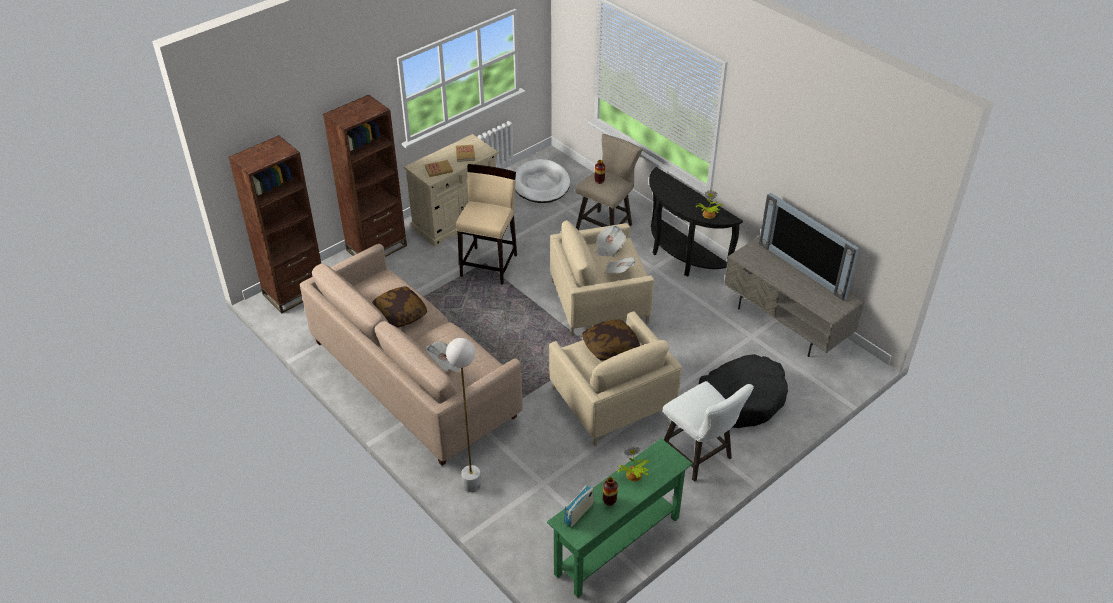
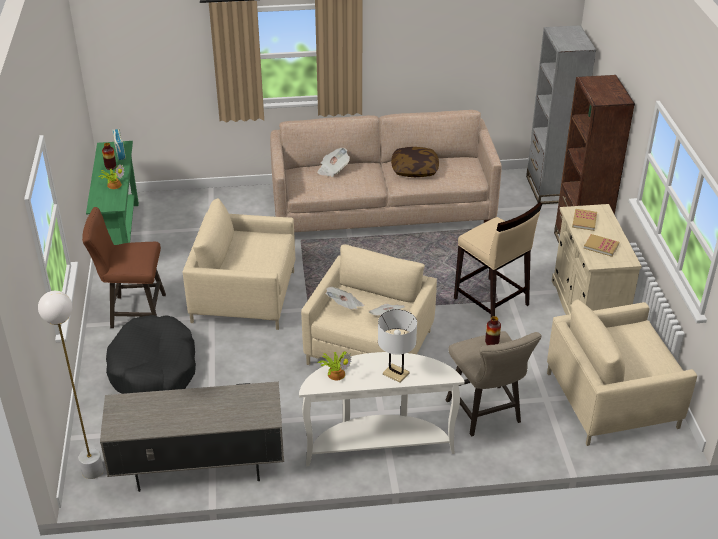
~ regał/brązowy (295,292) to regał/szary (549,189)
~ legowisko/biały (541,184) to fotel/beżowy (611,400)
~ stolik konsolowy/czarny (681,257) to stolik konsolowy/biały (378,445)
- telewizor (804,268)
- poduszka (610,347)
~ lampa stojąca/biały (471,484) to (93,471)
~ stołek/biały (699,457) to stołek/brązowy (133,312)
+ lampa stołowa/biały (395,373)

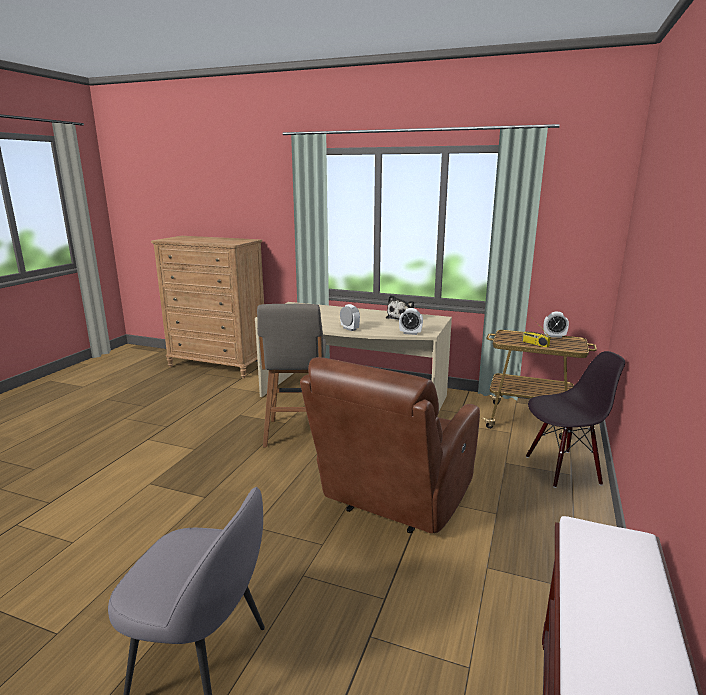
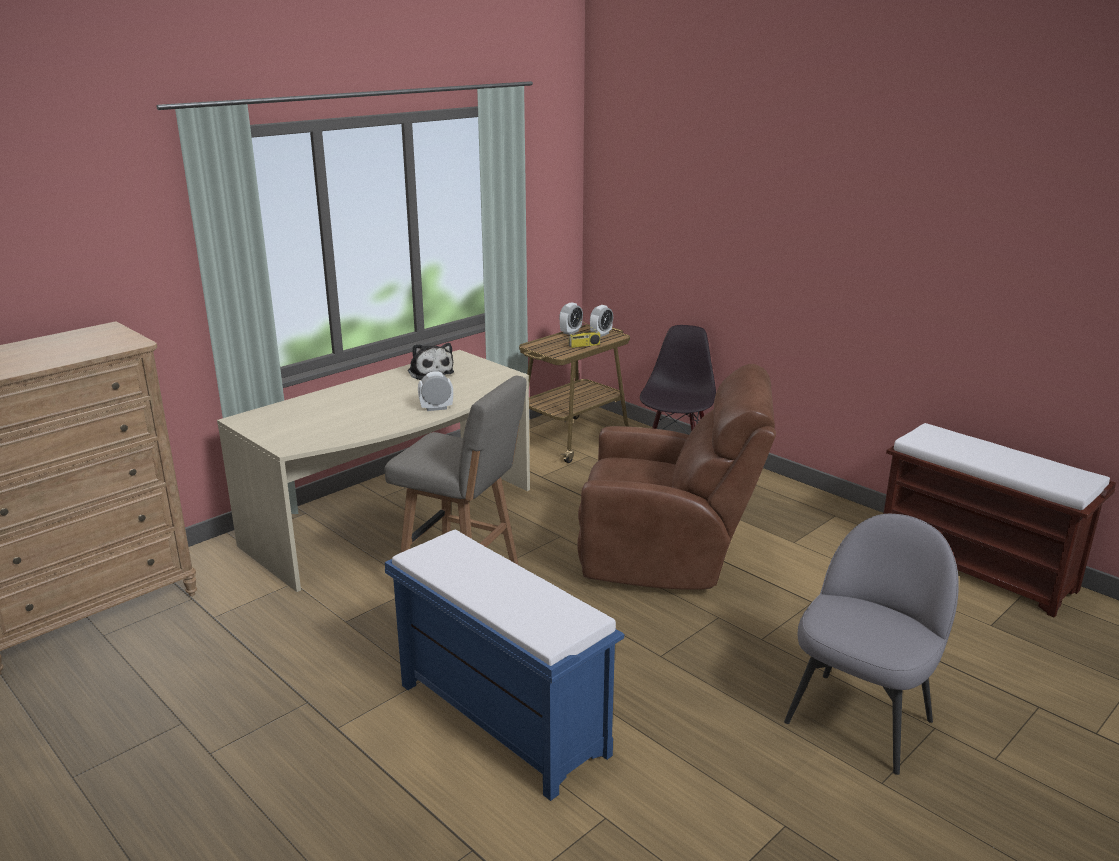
~ budzik (410,333) to (601,334)
~ fotel/brązowy (393,501) = (668,557) 45 degrees counterclockwise
+ ławka/niebieski (499,718)

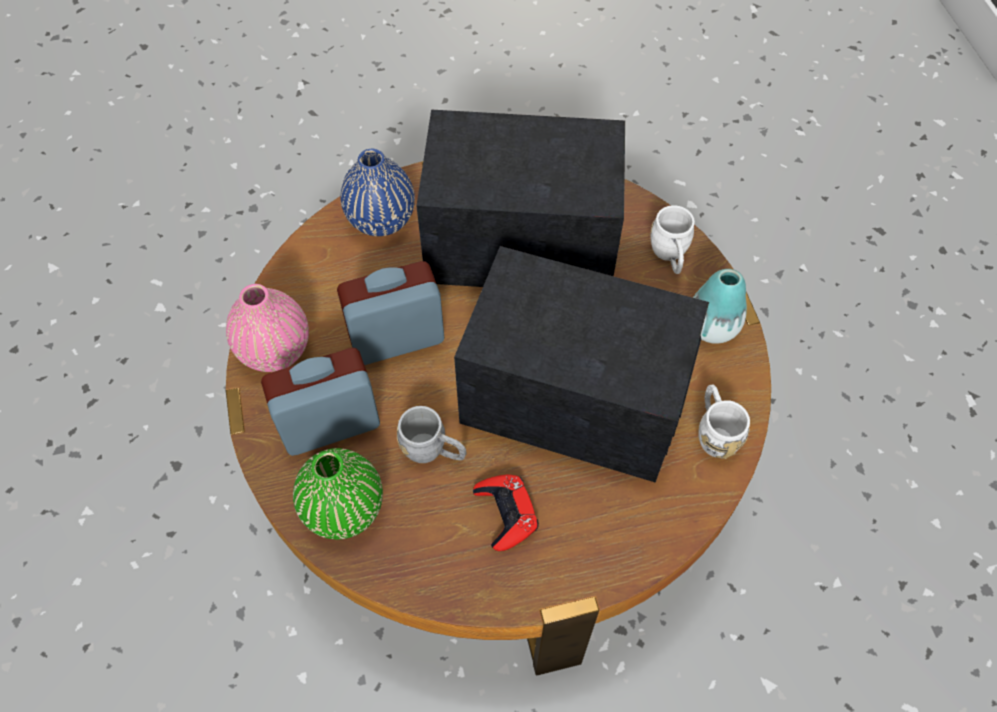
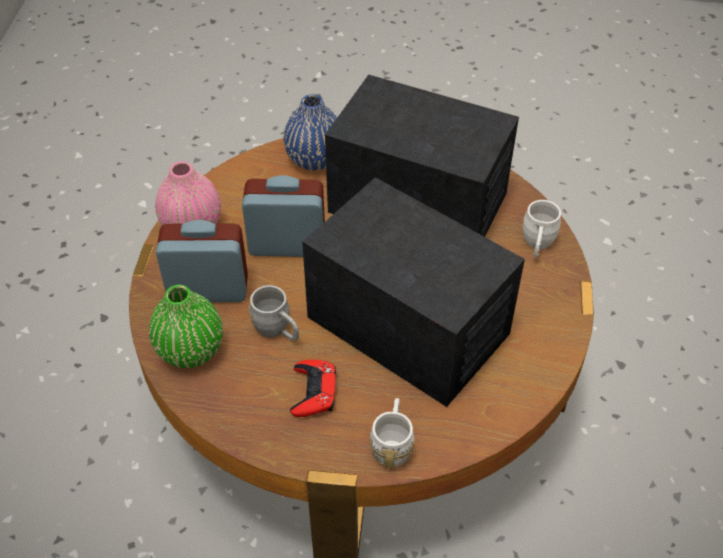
- wazon (711,327)
~ kubek/biały (714,432) to (392,444)

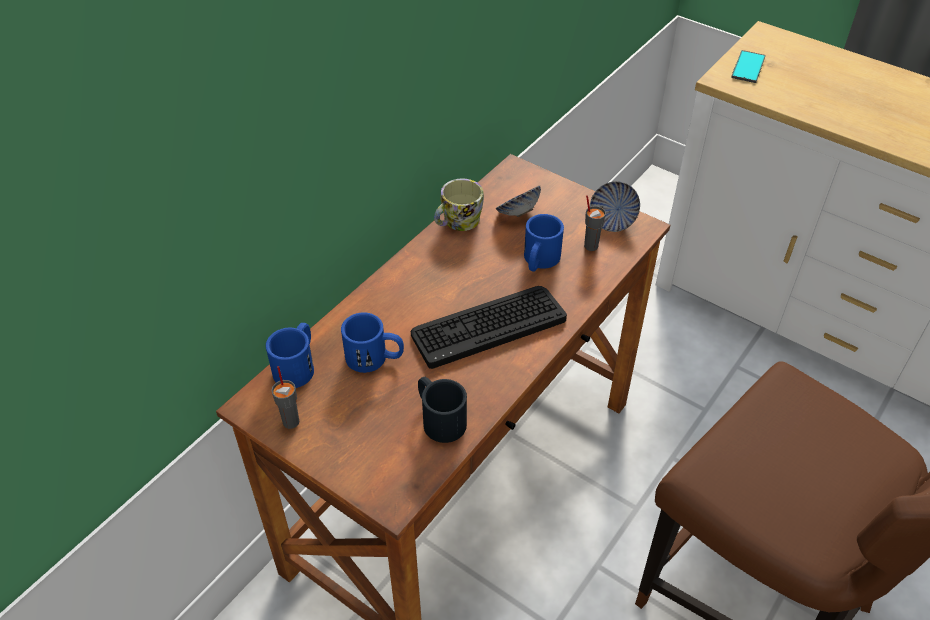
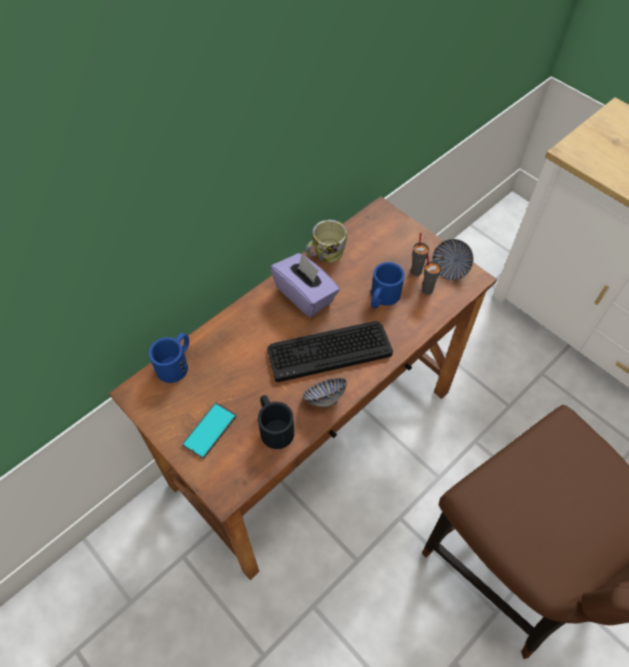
~ telefon (748,67) to (209,430)
~ miska (517,213) to (324,398)
- kubek/niebieski (375,358)
~ filiżanka/szary (291,421) to (416,271)
+ pudełko chusteczek/fioletowy (305,295)

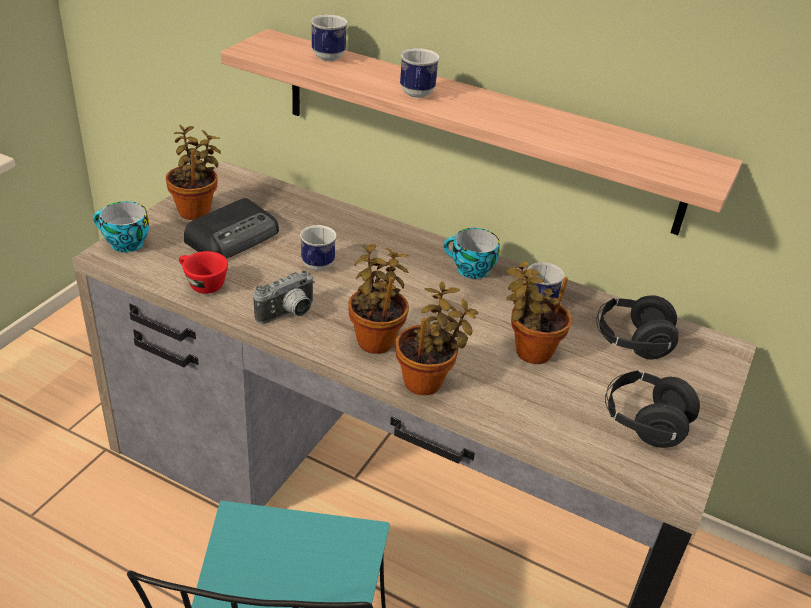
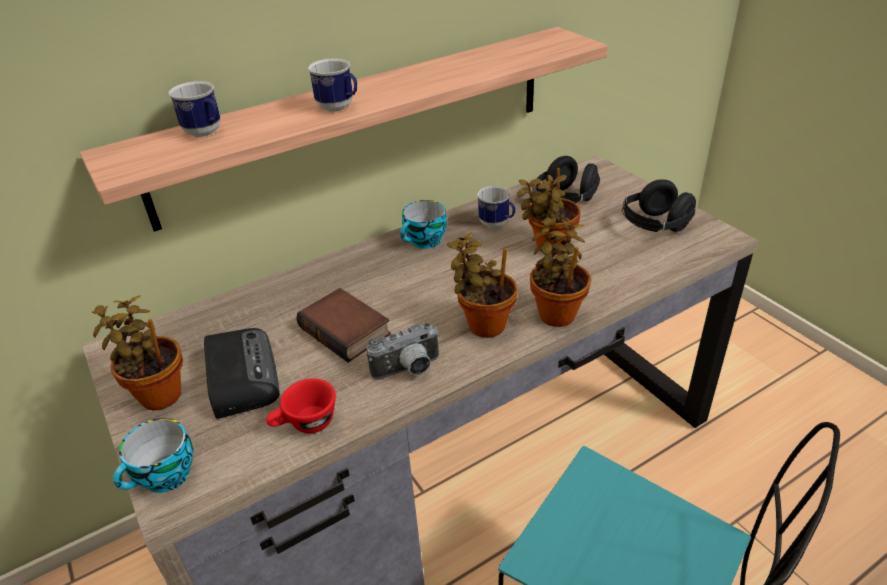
~ kubek (316,268) to książka (347,330)
~ aparat fotograficzny (289,315) = (408,371) 75 degrees clockwise

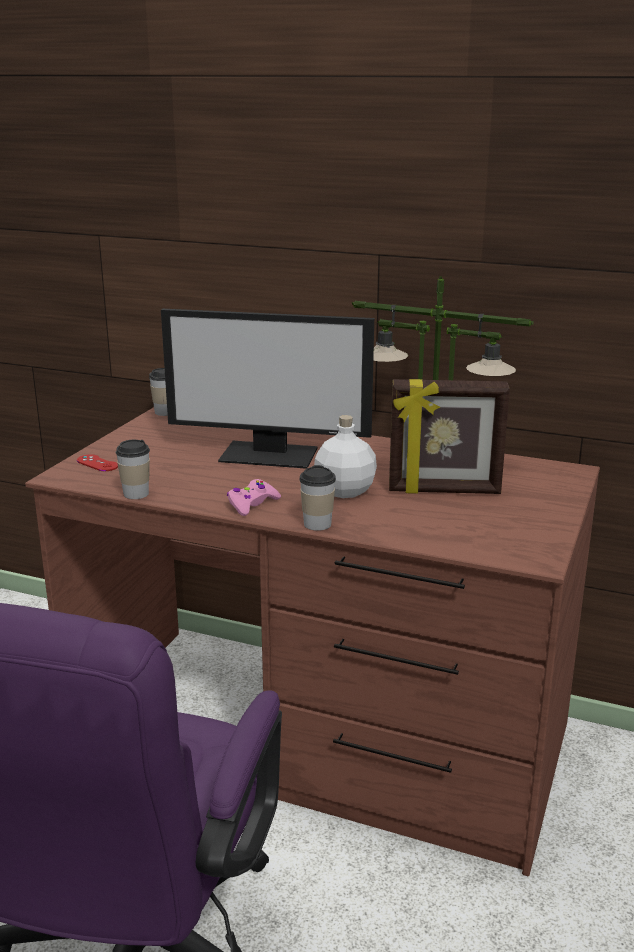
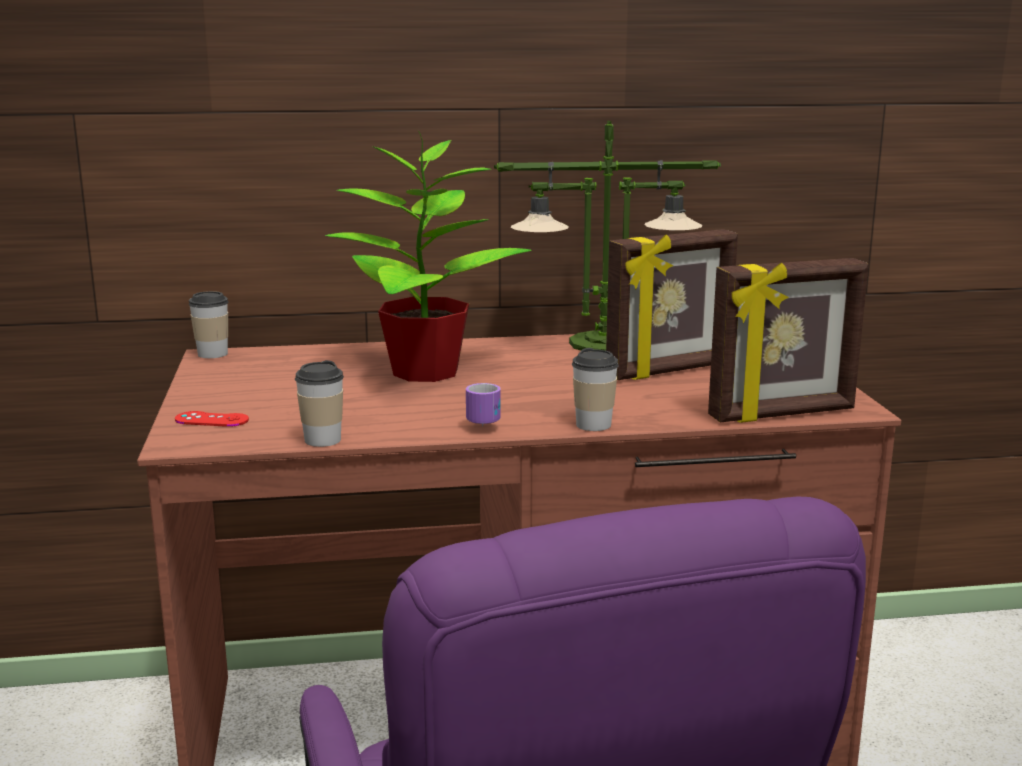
~ monitor (270,454) to roślina doniczkowa (423,372)
- butelka/biały (345,491)
~ pad do gier/różowy (252,504) to kubek (486,421)
+ ramka na zdjęcie (782,414)

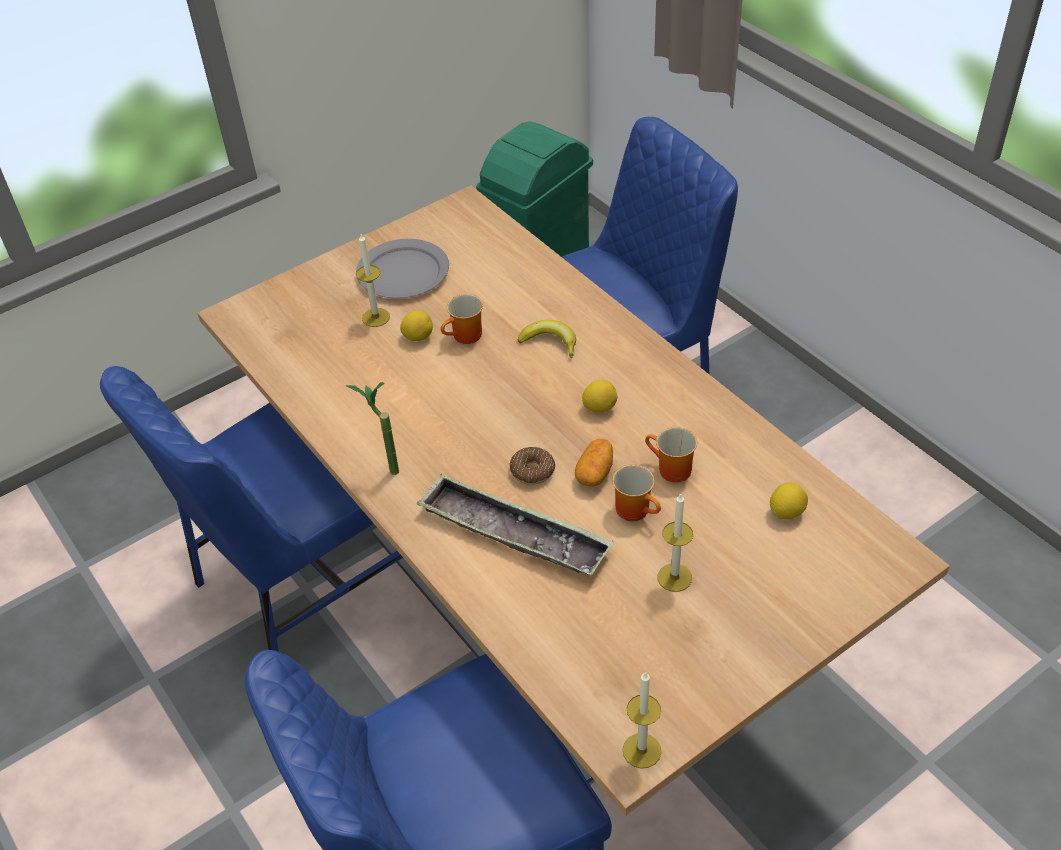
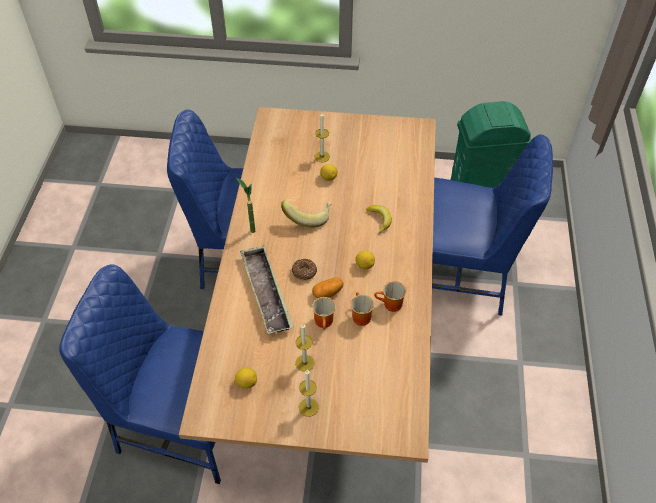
- talerz/szary (403,273)
~ kubek (466,337) to (390,305)
~ cytryna (786,512) to (246,383)
~ świeca (641,750) to (308,407)
+ banan (308,217)

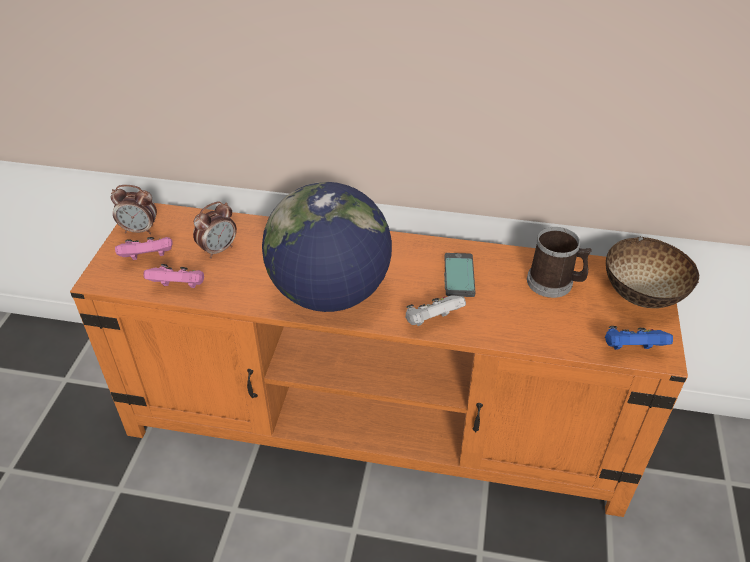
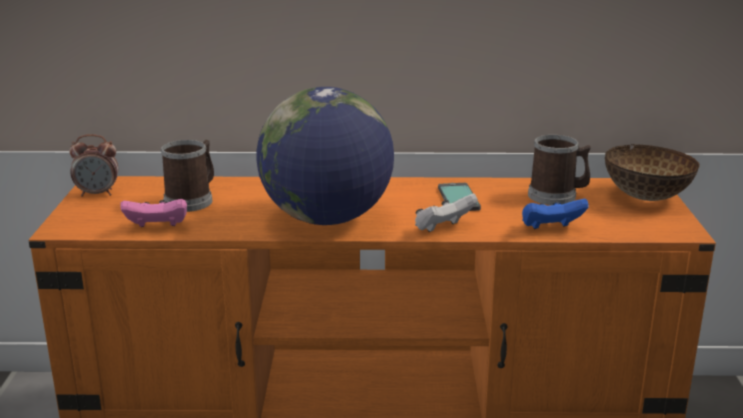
~ budzik (218,249) to kubek (192,200)
- pad do gier/różowy (148,258)
~ pad do gier/niebieski (631,350) to (550,228)

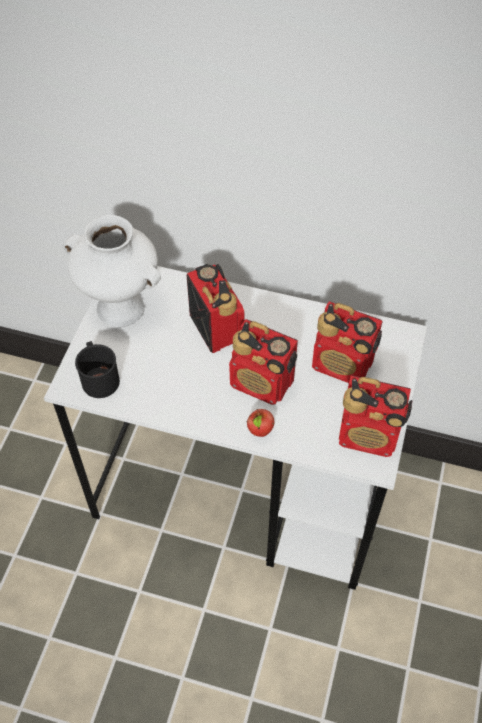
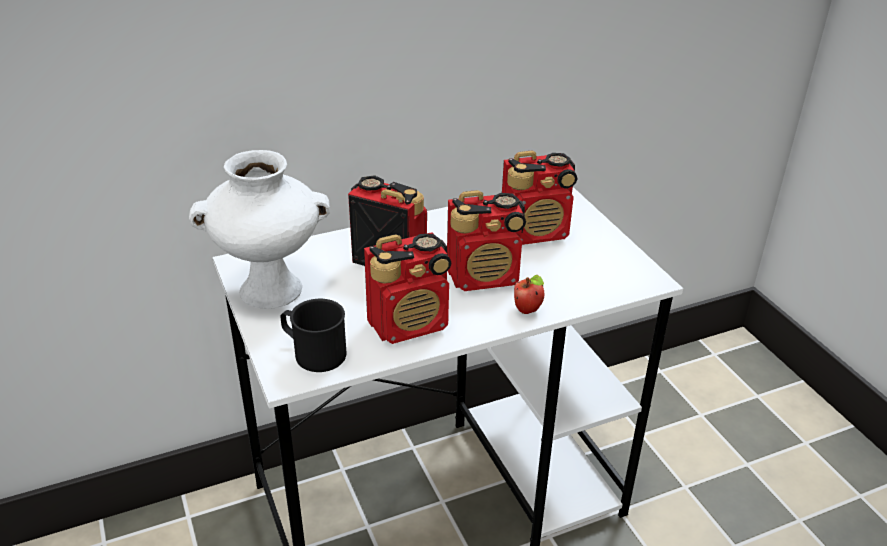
~ radio (369,436) to (409,324)

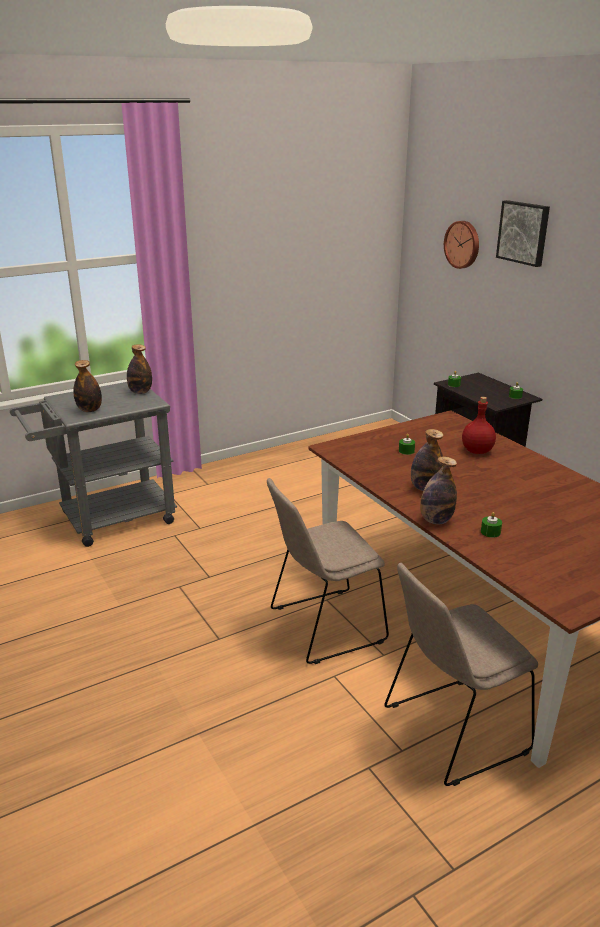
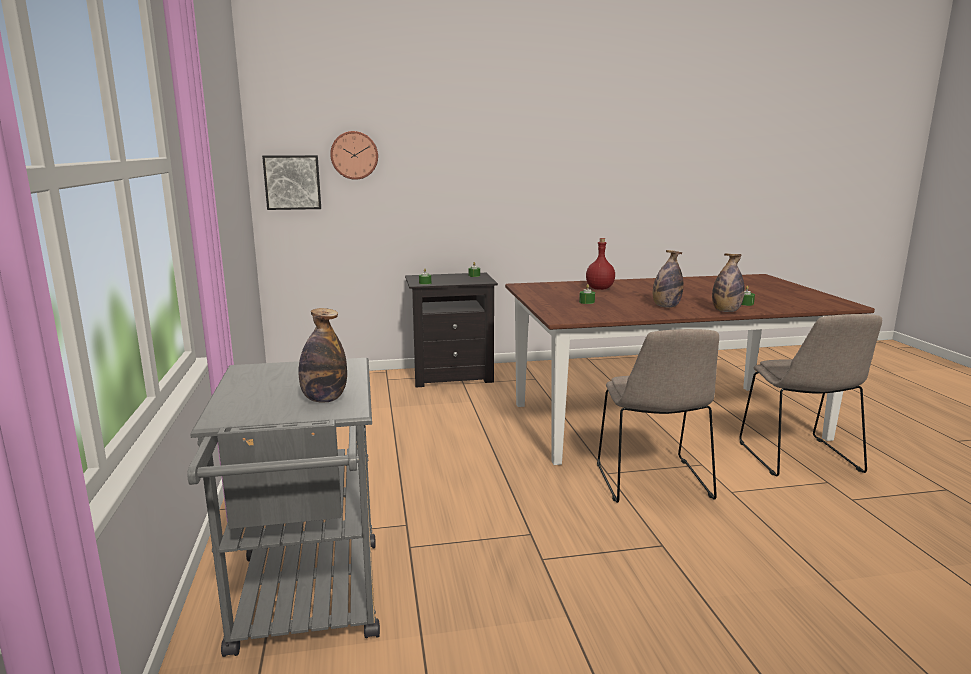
~ obraz (524,232) to (292,182)
- butelka (140,392)

